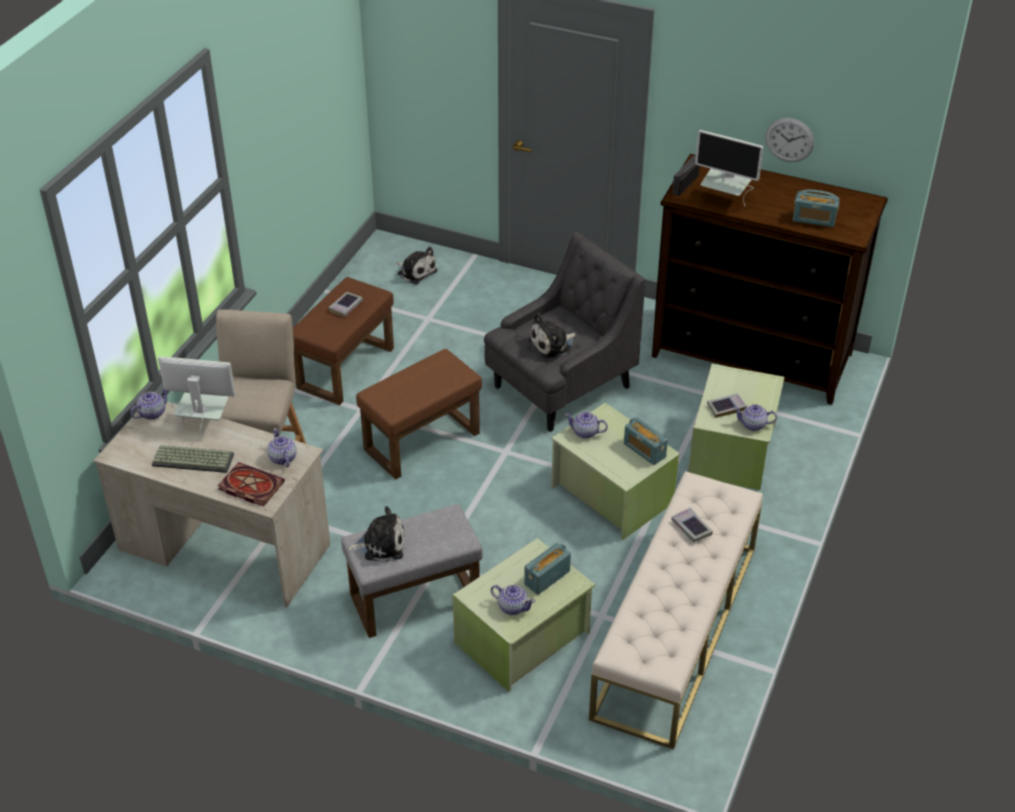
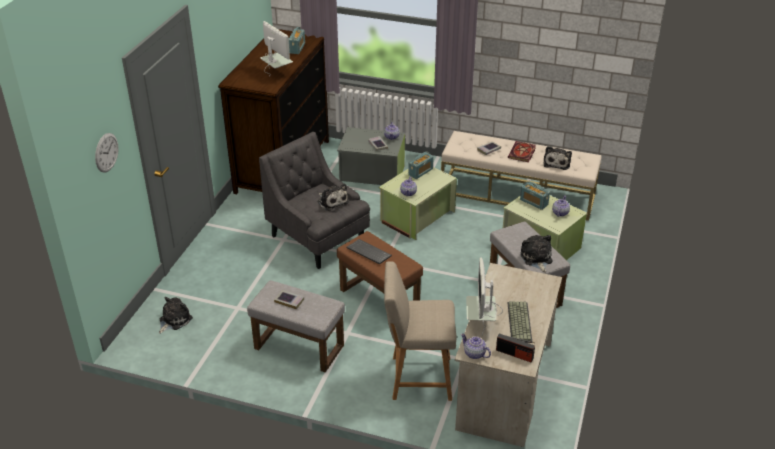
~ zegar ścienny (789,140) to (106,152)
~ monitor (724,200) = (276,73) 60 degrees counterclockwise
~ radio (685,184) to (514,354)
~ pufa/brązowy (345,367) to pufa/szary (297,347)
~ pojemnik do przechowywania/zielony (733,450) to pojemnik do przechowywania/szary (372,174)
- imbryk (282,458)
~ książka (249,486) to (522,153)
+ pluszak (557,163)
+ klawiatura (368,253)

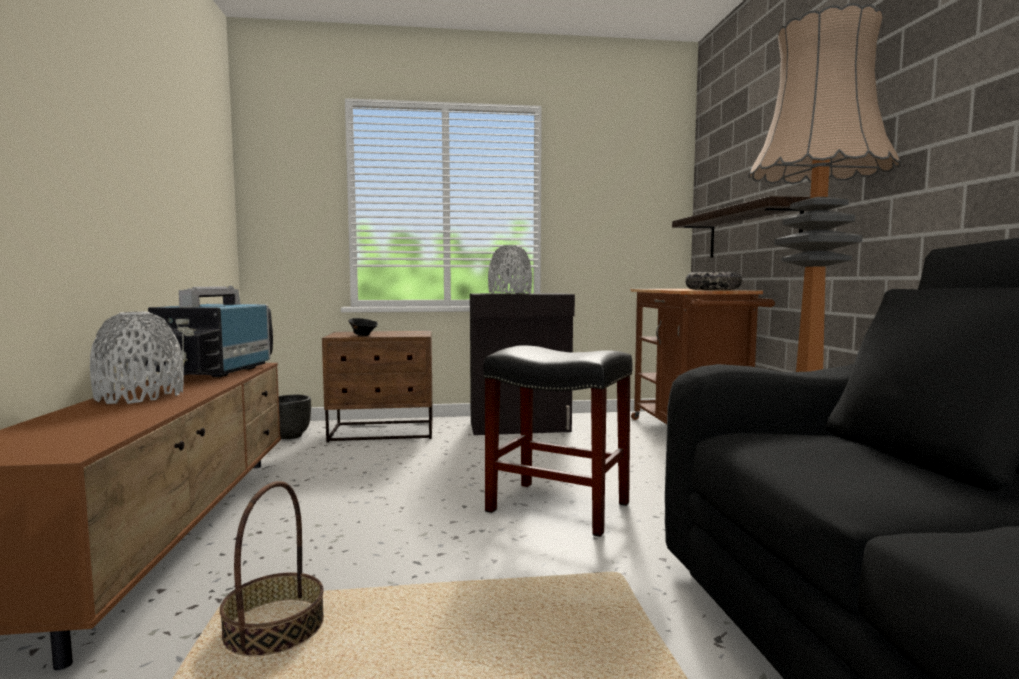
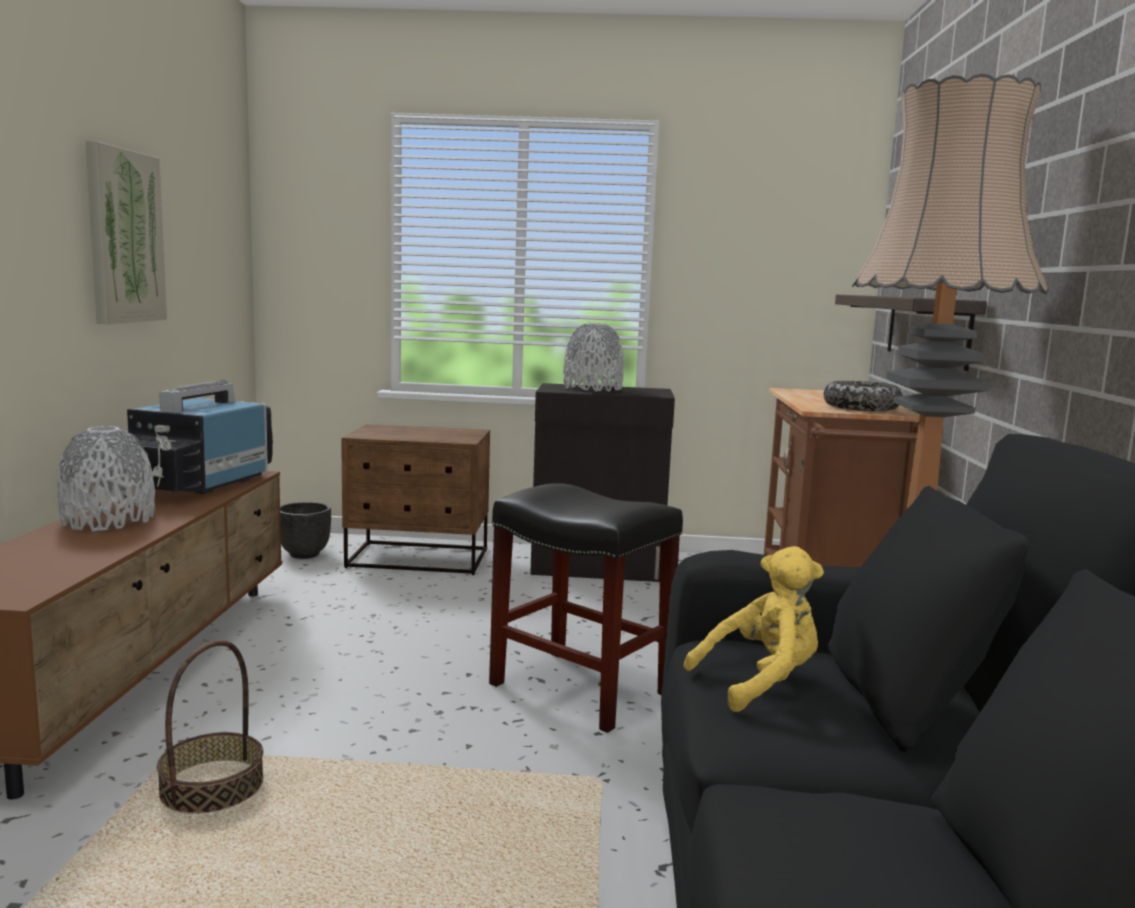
- miska/czarny (363,335)
+ obraz (124,237)
+ pluszak/żółty (760,682)

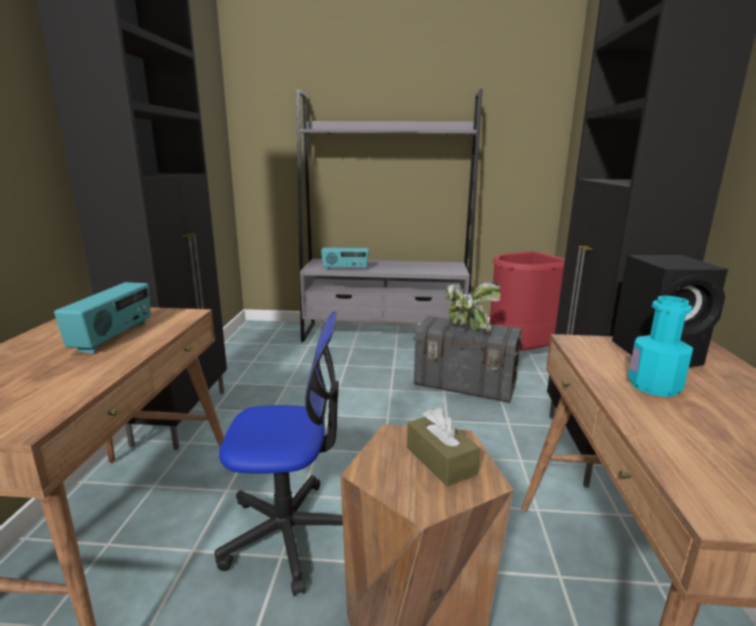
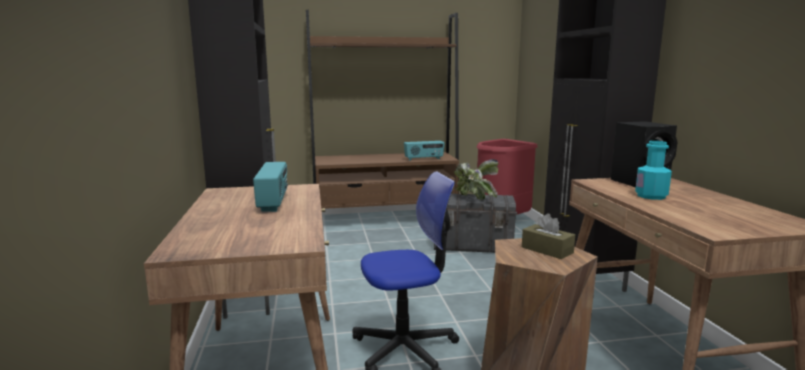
~ regał/szary (385,335) to regał/brązowy (386,219)
~ radio (345,269) to (424,159)

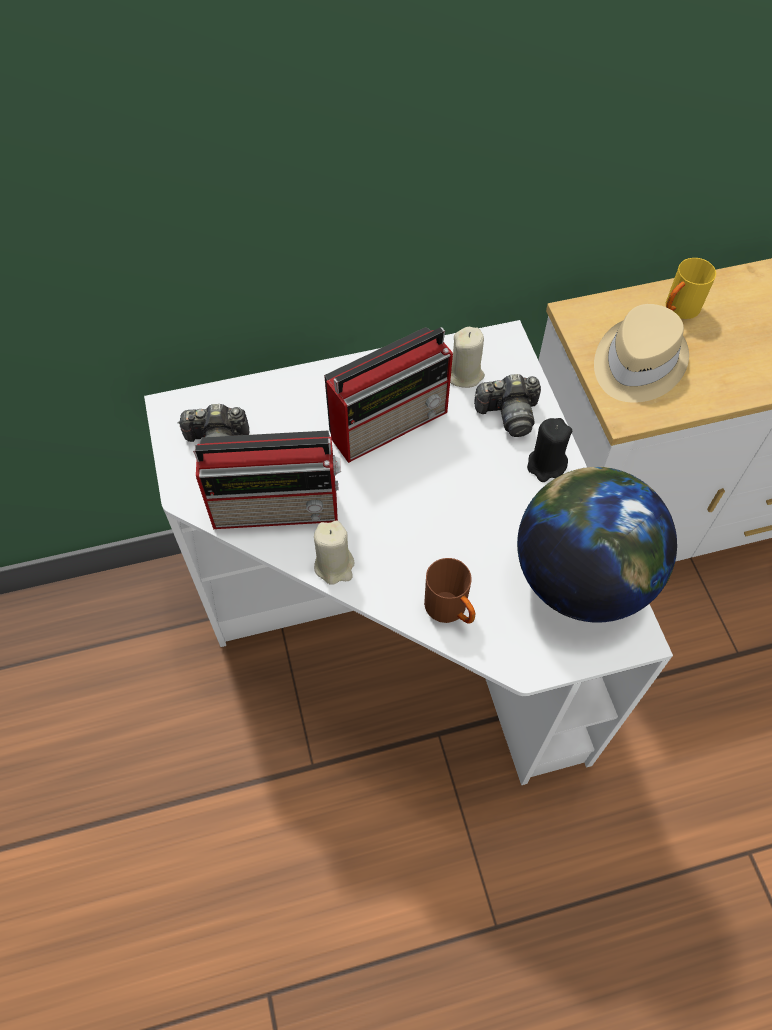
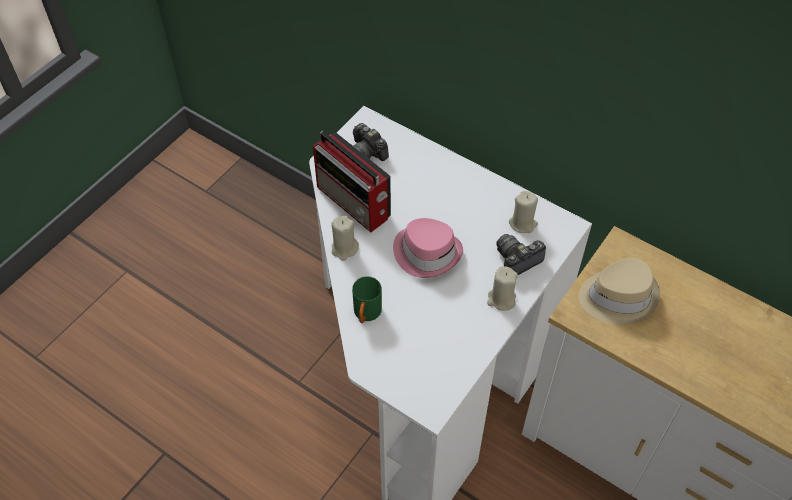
- kubek/żółty (677,310)
- radio (391,422)
~ aparat fotograficzny (508,414) = (517,260) 105 degrees clockwise
~ świeca/czarny (546,465) to świeca/beżowy (501,299)
- globus (581,577)
~ kubek/brązowy (451,610) to kubek/zielony (366,315)
+ kapelusz/różowy (427,252)

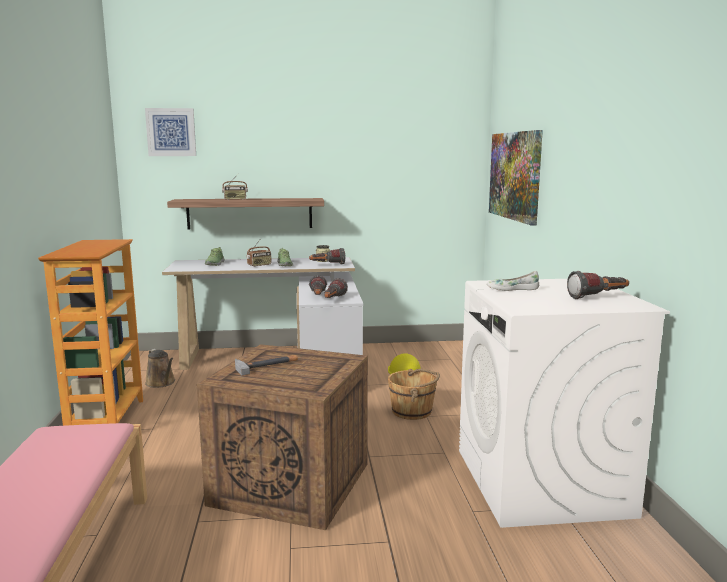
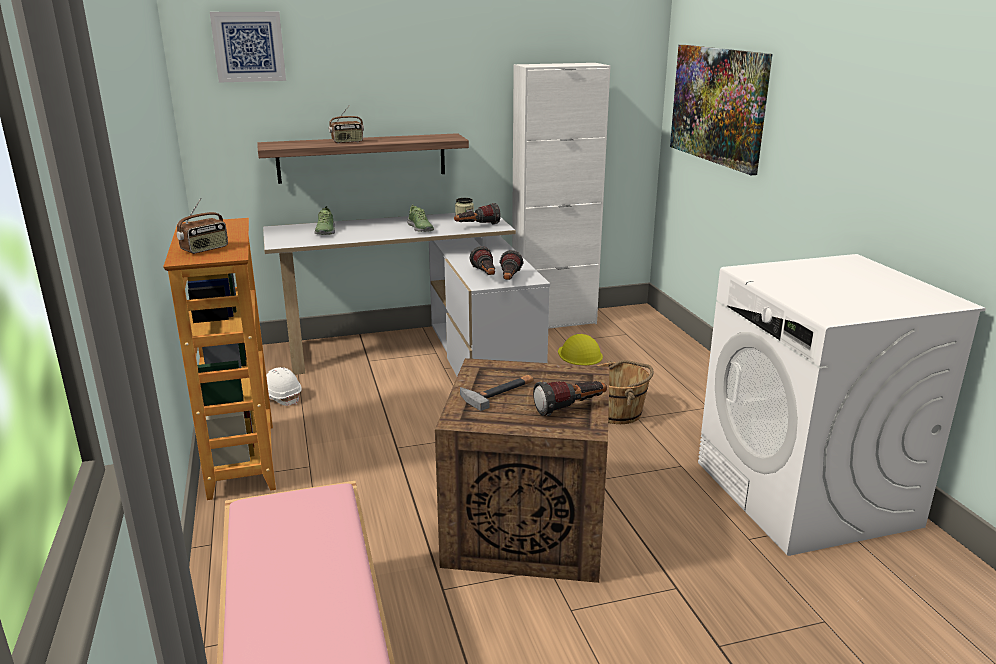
~ radio (259,265) to (205,249)
- but/biały (512,289)
~ latarka (598,297) to (571,409)
~ konewka/brązowy (161,383) to kask/biały (281,397)
+ szafka/biały (554,321)

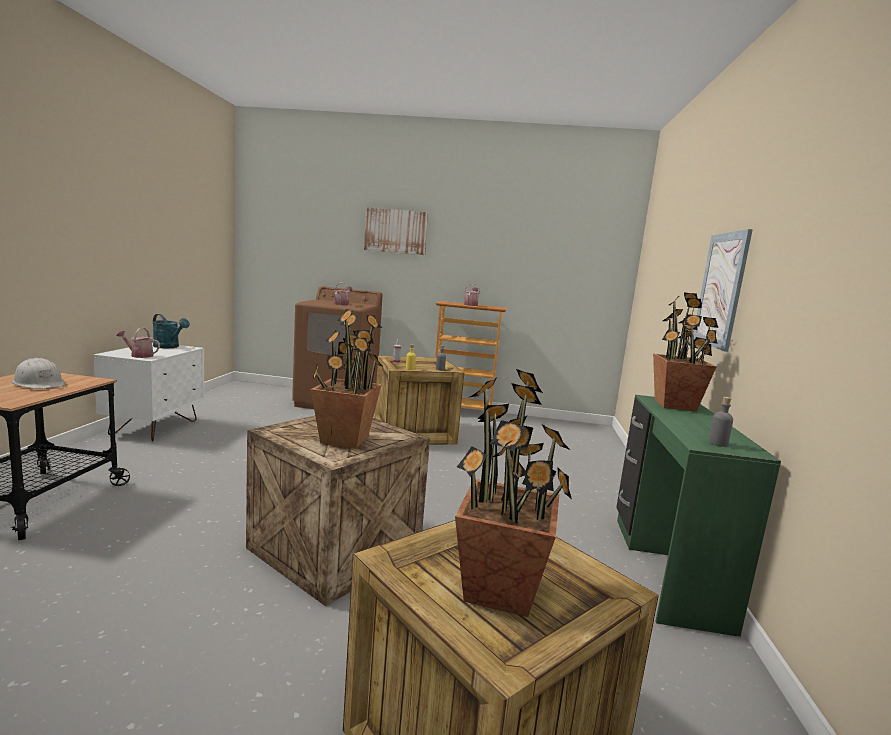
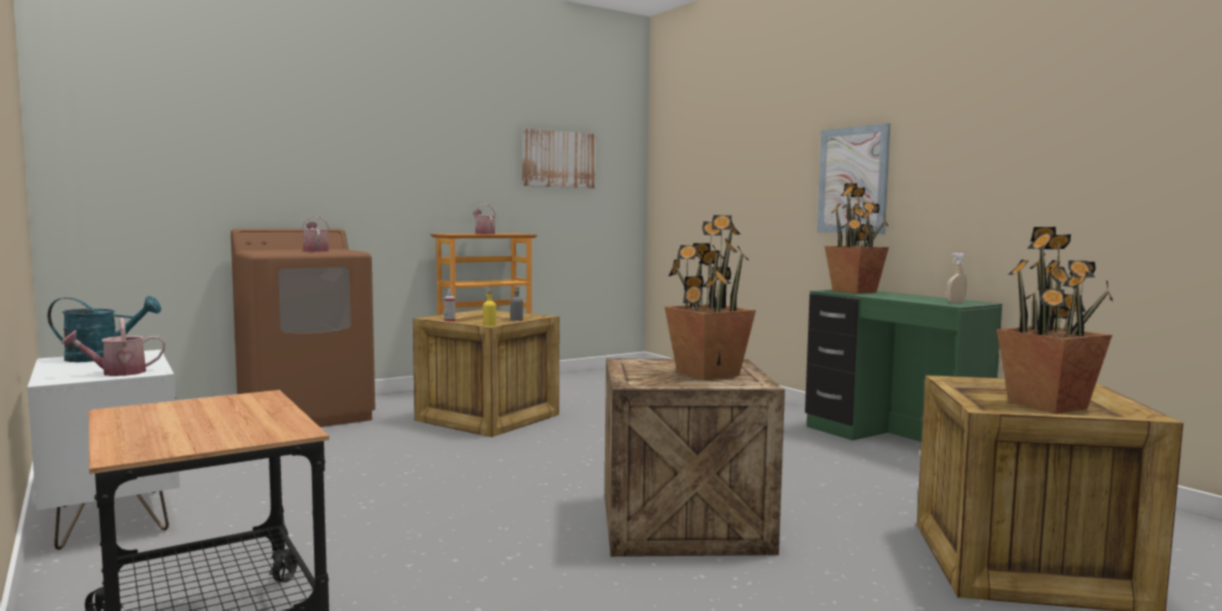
~ obraz (396,231) to (559,159)
- kask/biały (40,383)
~ butelka/szary (717,443) to spryskiwacz/beżowy (955,302)

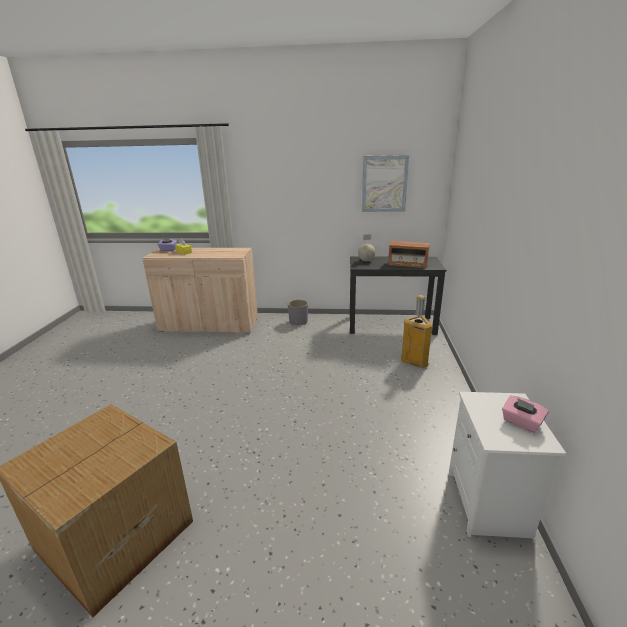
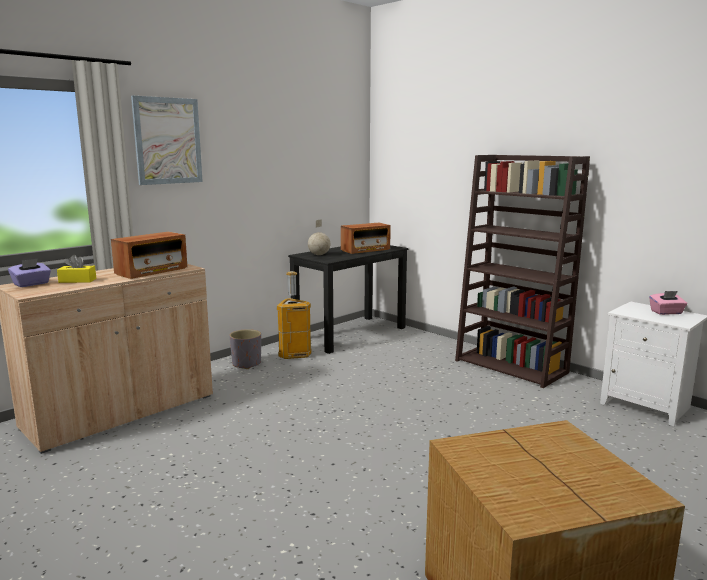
~ obraz (384,184) to (168,141)
~ kosz na śmieci (415,362) to (294,355)
+ regał/brązowy (512,366)
+ radio (152,271)

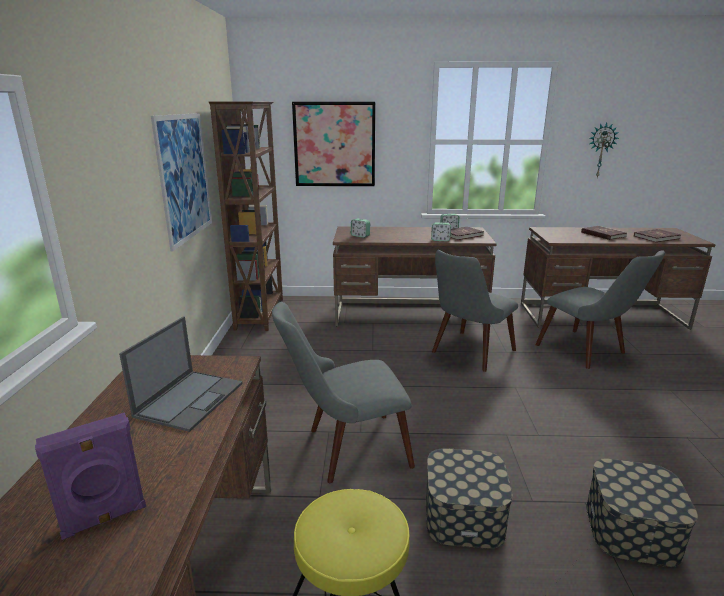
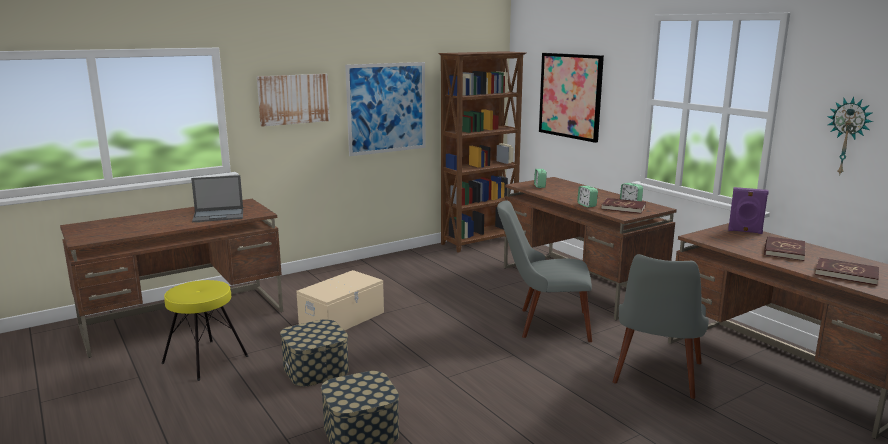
~ krzesło/szary (345,450) to pojemnik do przechowywania/beżowy (343,318)
~ głośnik/fioletowy (105,519) to (745,231)
+ obraz (293,99)

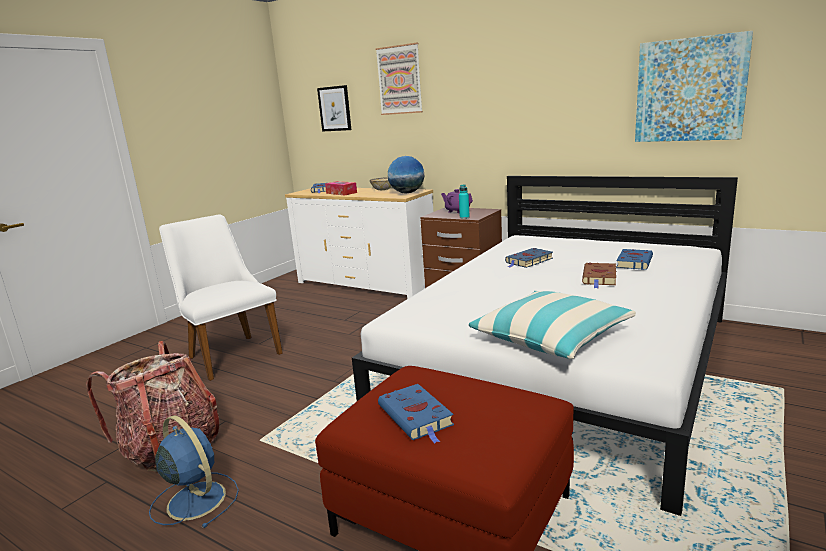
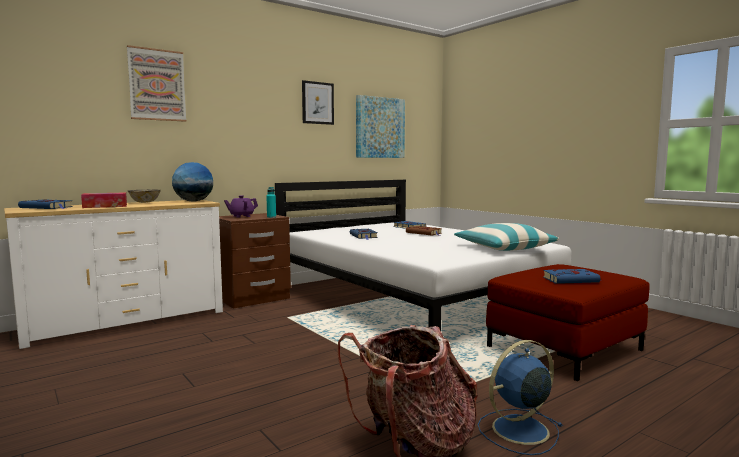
~ obraz (334,108) to (317,103)
- krzesło/biały (230,353)

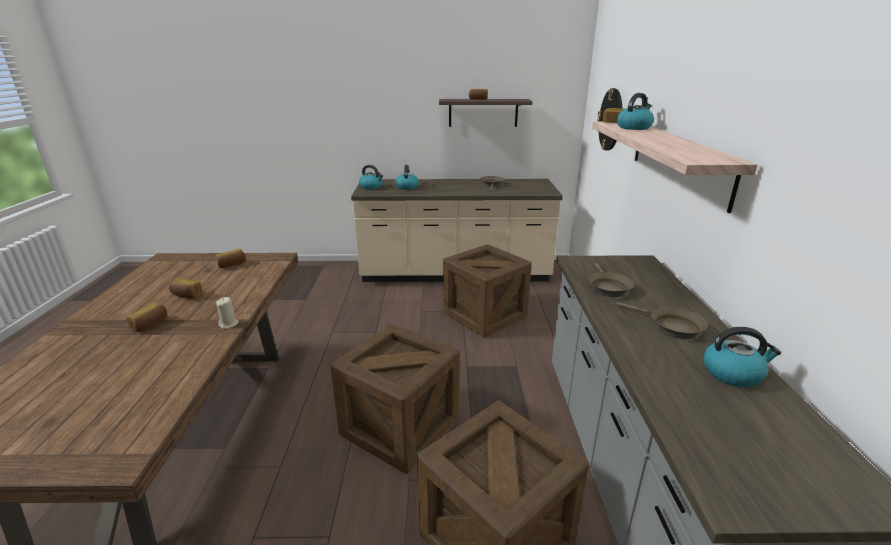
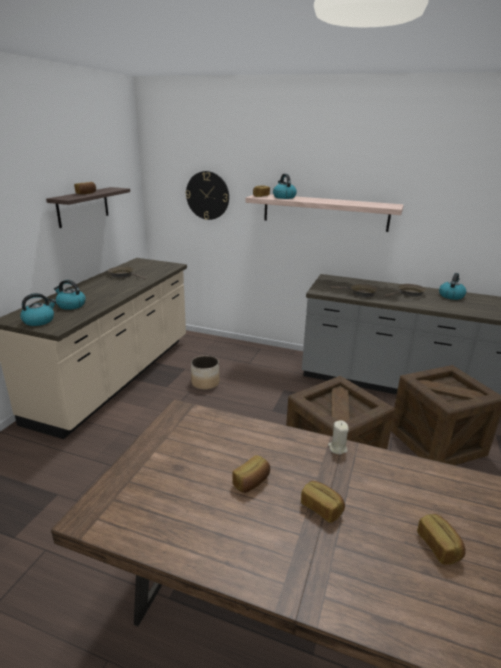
~ skrzynka (484,315) to donica (205,383)
~ chleb (232,265) to (439,546)

